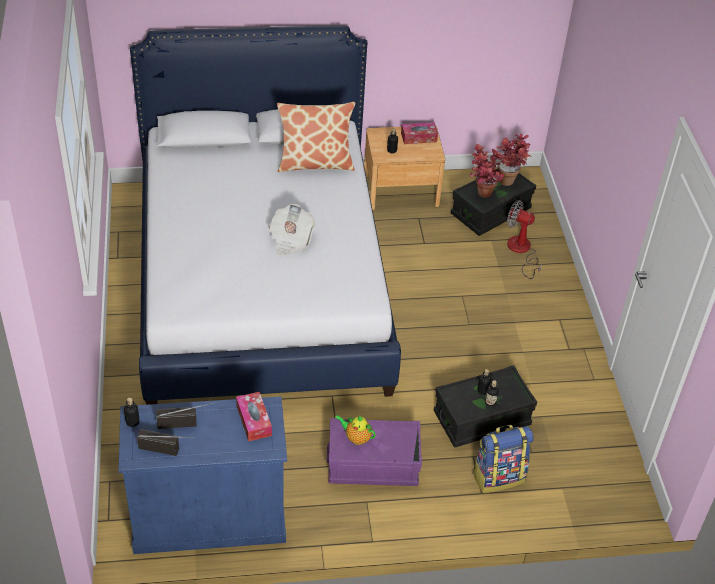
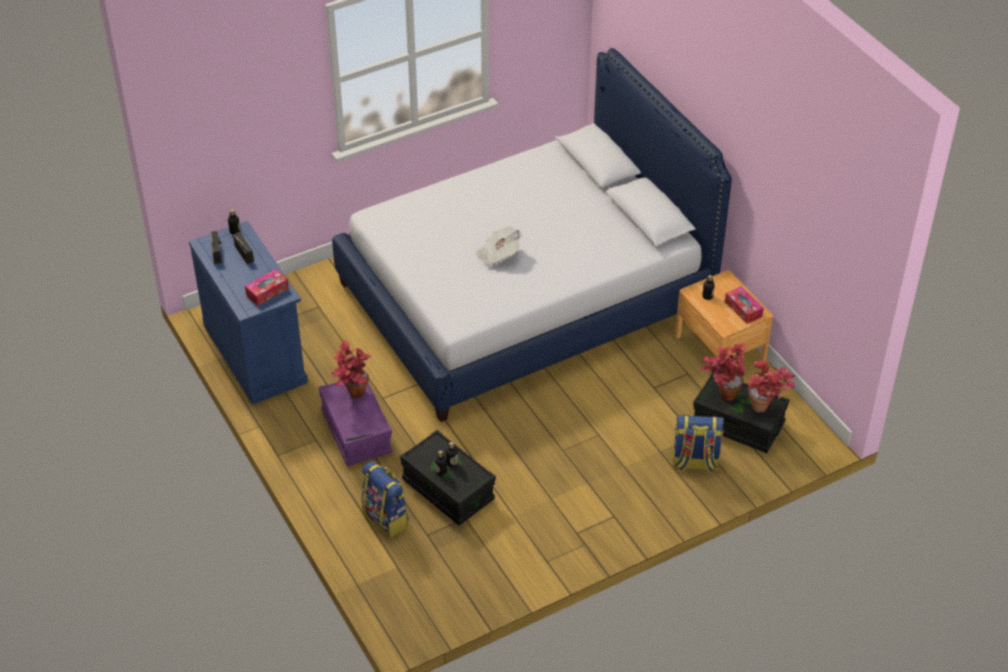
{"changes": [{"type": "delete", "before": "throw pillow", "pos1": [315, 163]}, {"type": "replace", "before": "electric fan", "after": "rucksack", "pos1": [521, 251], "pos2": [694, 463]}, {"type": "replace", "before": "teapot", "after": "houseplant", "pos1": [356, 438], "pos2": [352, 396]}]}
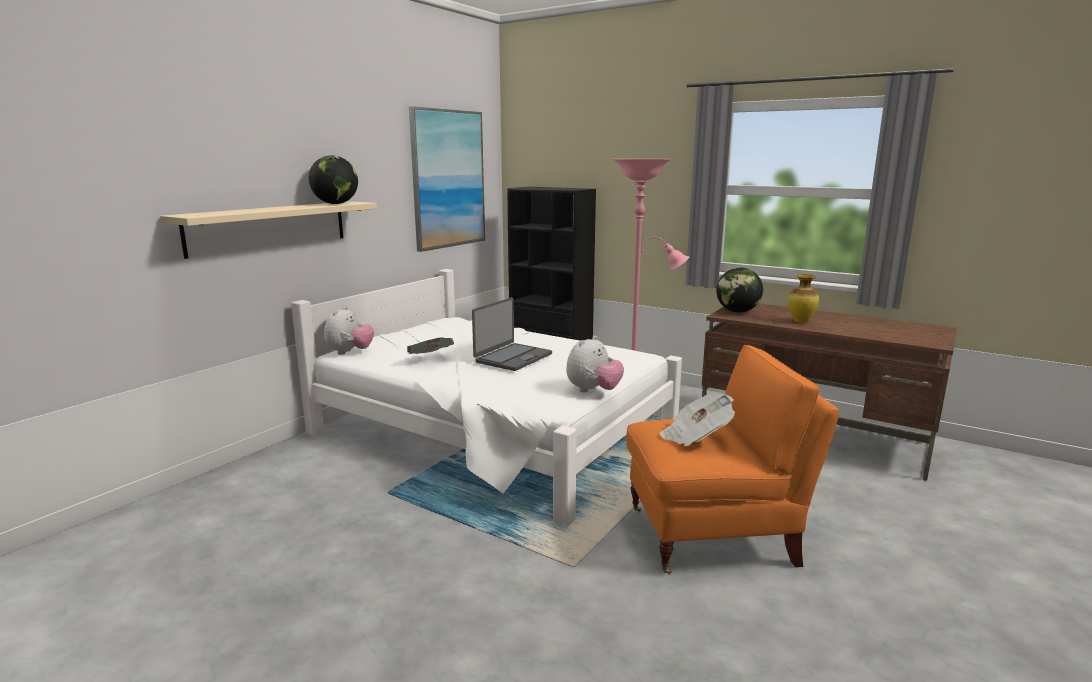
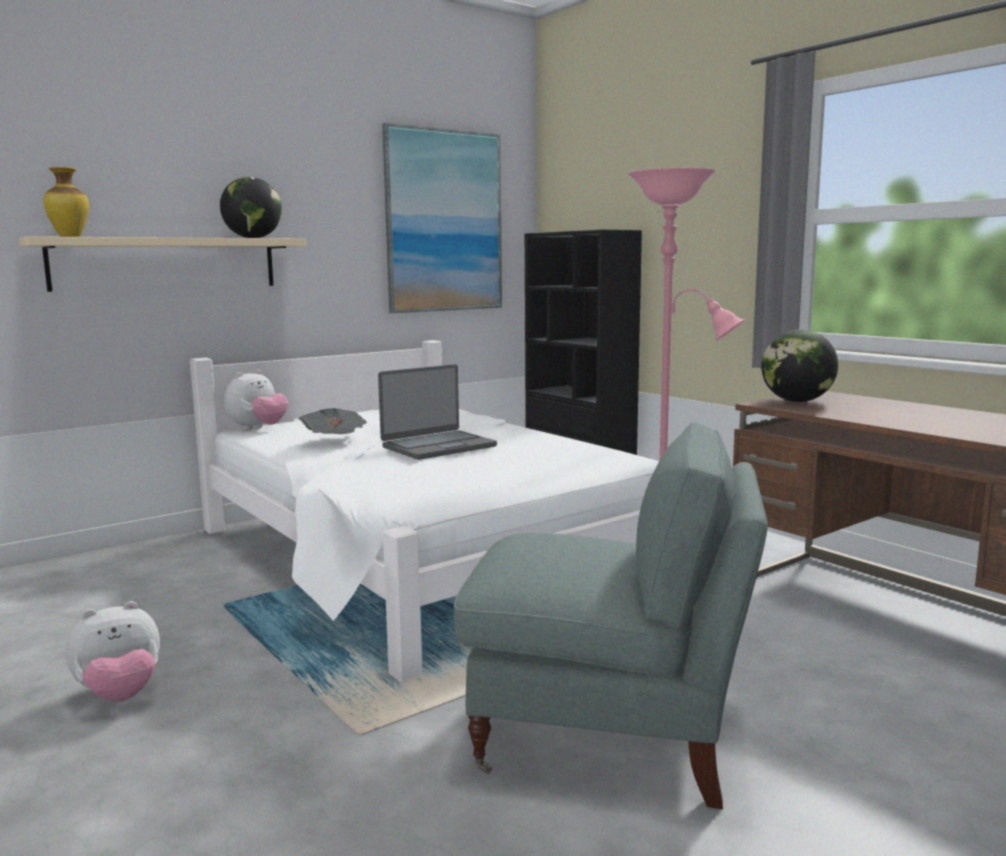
{"changes": [{"type": "move", "before": "vase", "pos1": [800, 322], "pos2": [69, 237]}, {"type": "move", "before": "cuddly toy", "pos1": [593, 391], "pos2": [120, 695]}, {"type": "recolor", "before": "orange lounge chair", "after": "greyish lounge chair", "pos1": [713, 536], "pos2": [608, 734]}, {"type": "delete", "before": "newspaper", "pos1": [695, 436]}]}
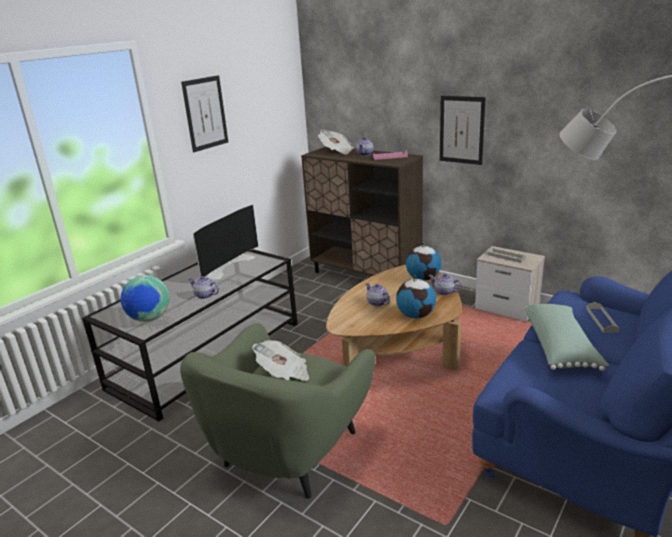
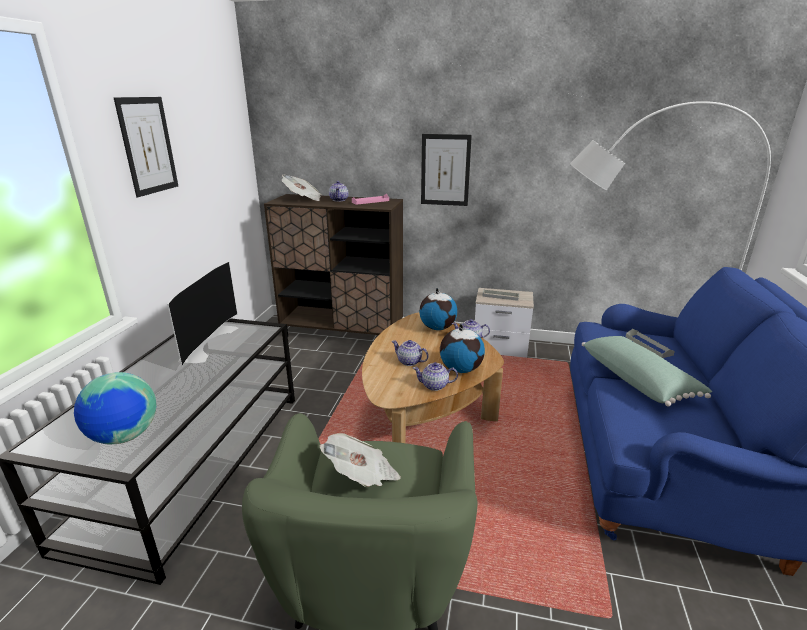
{"changes": [{"type": "move", "before": "teapot", "pos1": [205, 295], "pos2": [435, 385]}]}
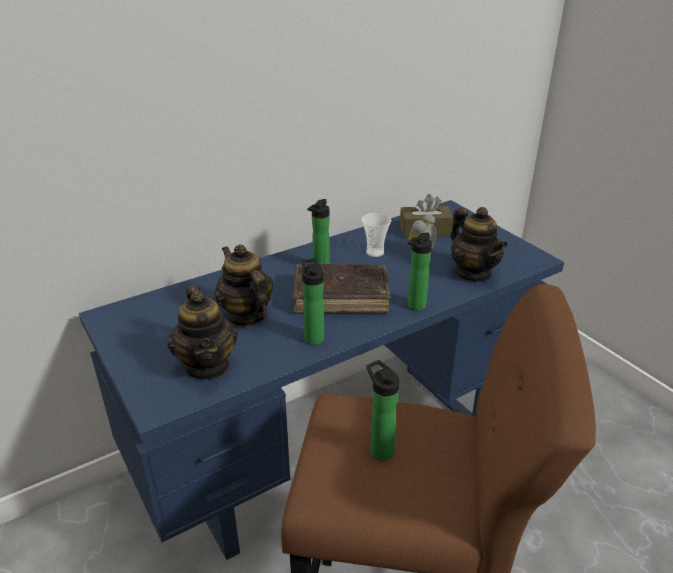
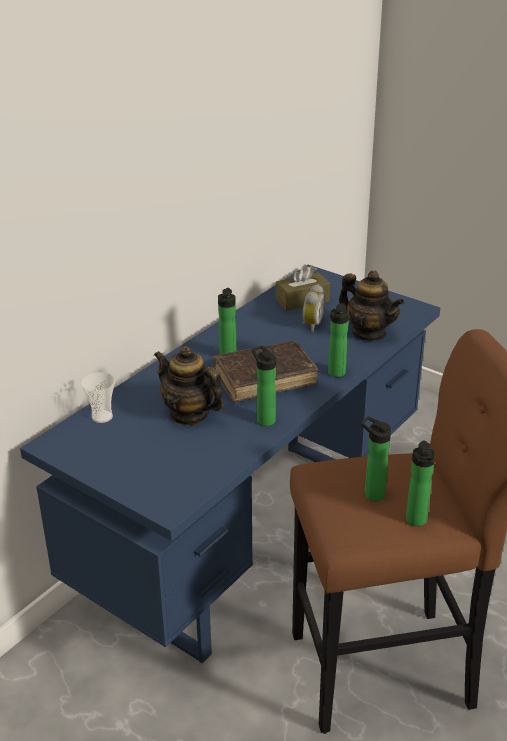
{"changes": [{"type": "move", "before": "drinking cup", "pos1": [375, 252], "pos2": [102, 417]}, {"type": "delete", "before": "teapot", "pos1": [207, 365]}, {"type": "insert", "after": "beverage bottle", "pos2": [416, 522]}]}
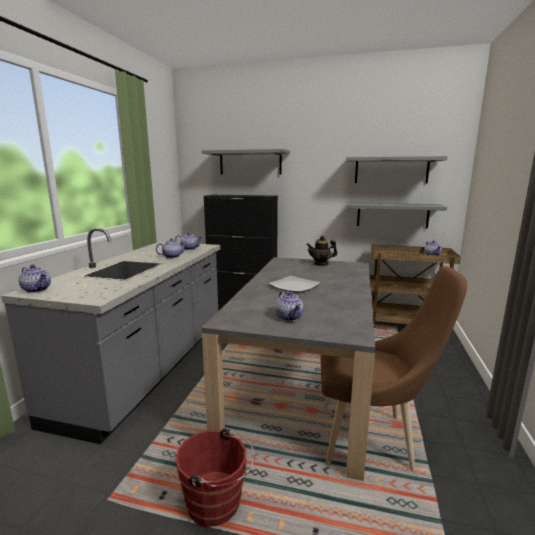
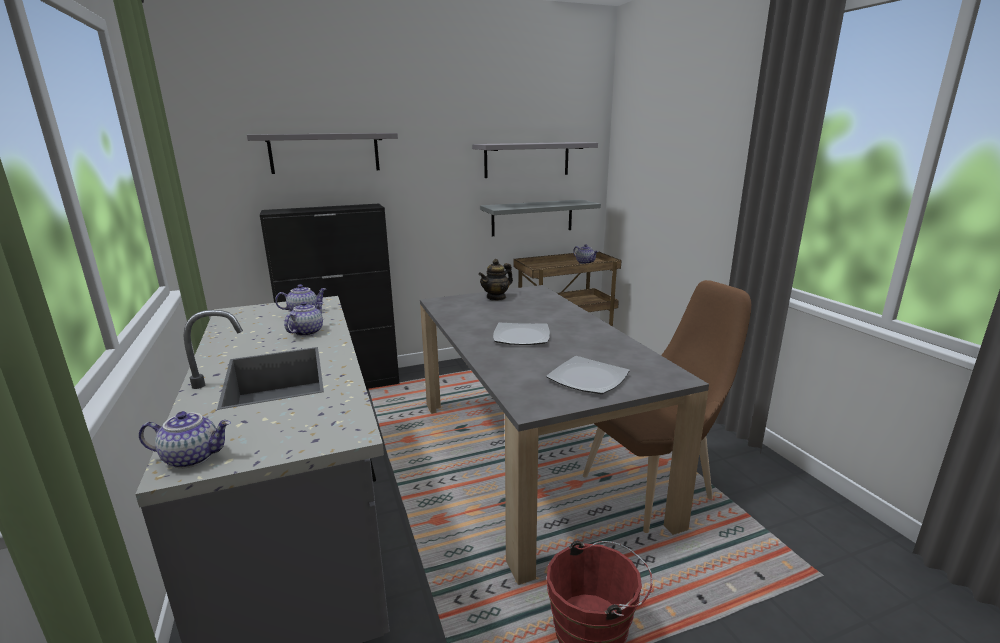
{"changes": [{"type": "replace", "before": "teapot", "after": "flat dish", "pos1": [289, 317], "pos2": [587, 378]}]}
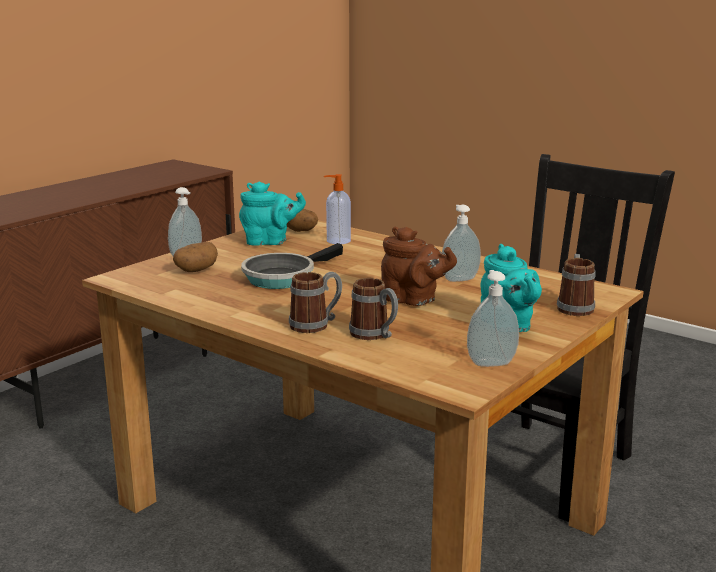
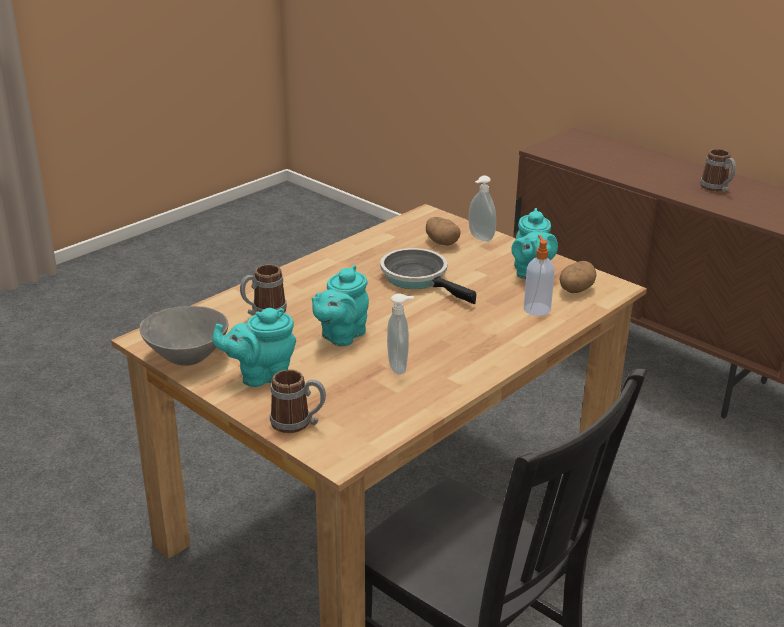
{"changes": [{"type": "recolor", "before": "brown teapot", "after": "turquoise-coloured teapot", "pos1": [413, 300], "pos2": [341, 336]}, {"type": "replace", "before": "soap dispenser", "after": "greyish serving bowl", "pos1": [490, 362], "pos2": [186, 356]}, {"type": "move", "before": "tea mug", "pos1": [316, 325], "pos2": [717, 189]}]}
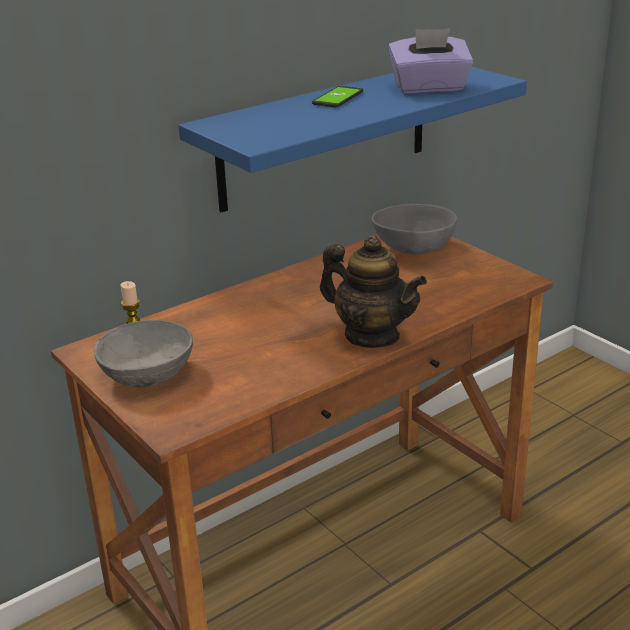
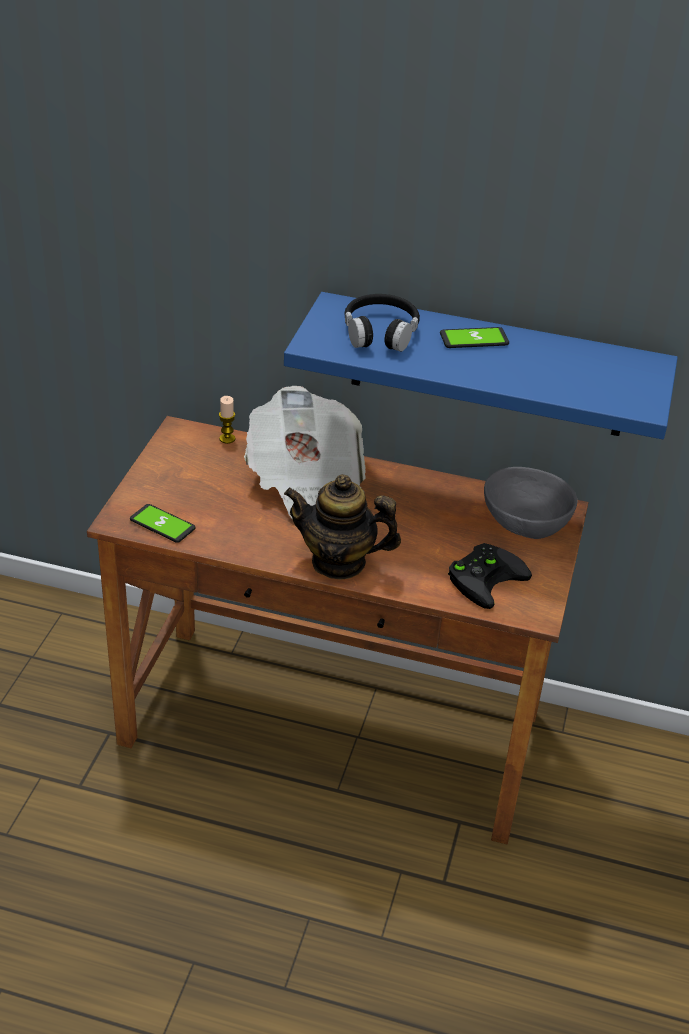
{"changes": [{"type": "delete", "before": "purple-coloured tissue box", "pos1": [429, 88]}, {"type": "rotate", "before": "teapot", "pos1": [372, 336], "pos2": [339, 562], "turn": 105}, {"type": "delete", "before": "greyish serving bowl", "pos1": [149, 374]}, {"type": "insert", "after": "black pair of headphones", "pos2": [380, 332]}, {"type": "insert", "after": "newspaper", "pos2": [305, 483]}, {"type": "insert", "after": "phone", "pos2": [162, 524]}, {"type": "insert", "after": "black gamepad", "pos2": [485, 576]}]}
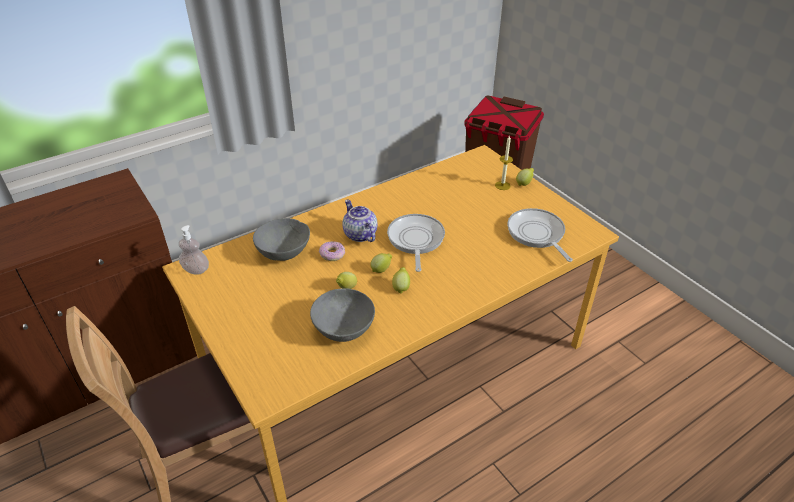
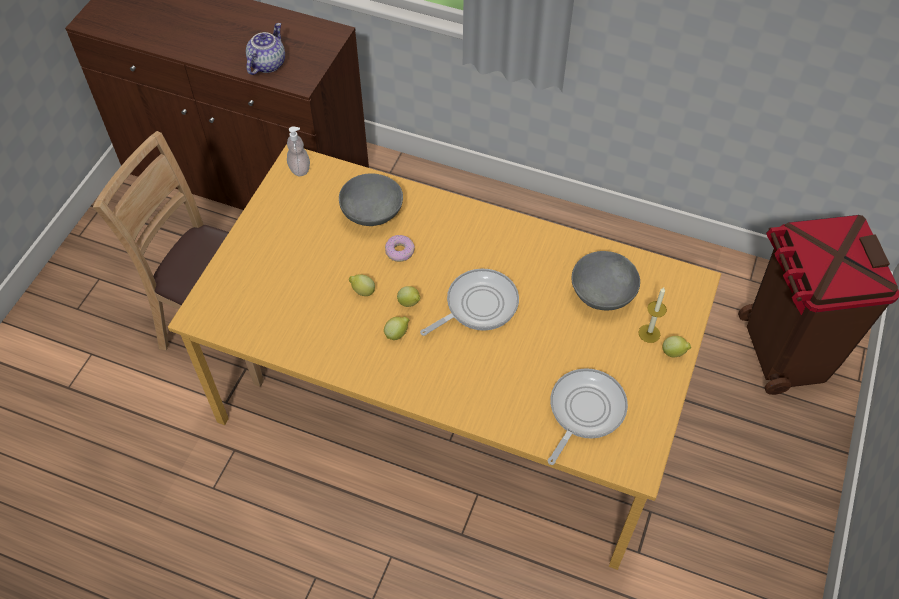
{"changes": [{"type": "move", "before": "teapot", "pos1": [359, 234], "pos2": [267, 64]}, {"type": "move", "before": "greyish serving bowl", "pos1": [344, 329], "pos2": [602, 294]}]}
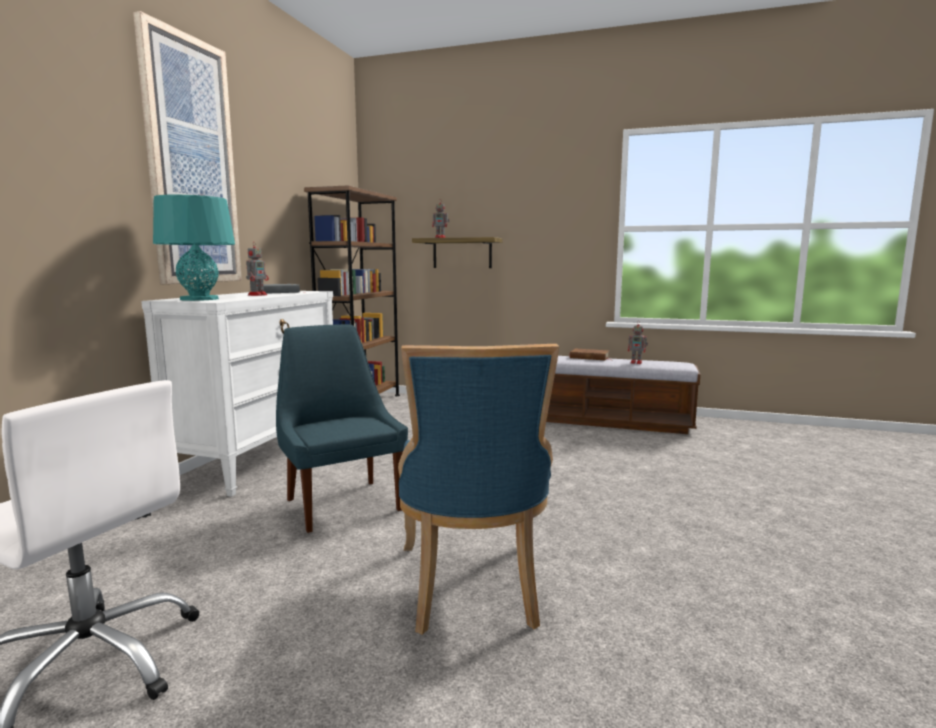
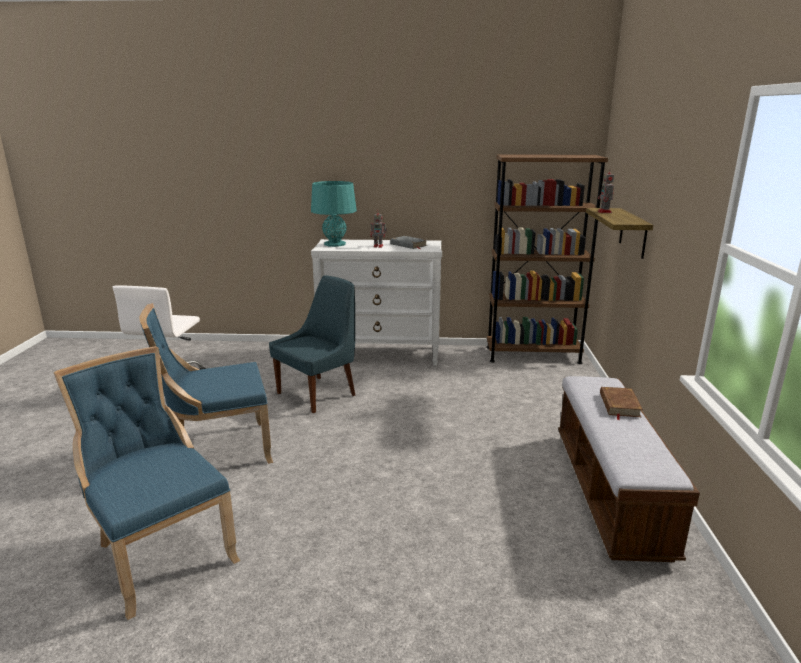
{"changes": [{"type": "delete", "before": "wall picture", "pos1": [190, 162]}, {"type": "delete", "before": "robot figure", "pos1": [637, 362]}, {"type": "insert", "after": "blue-coloured upright chair", "pos2": [161, 553]}]}
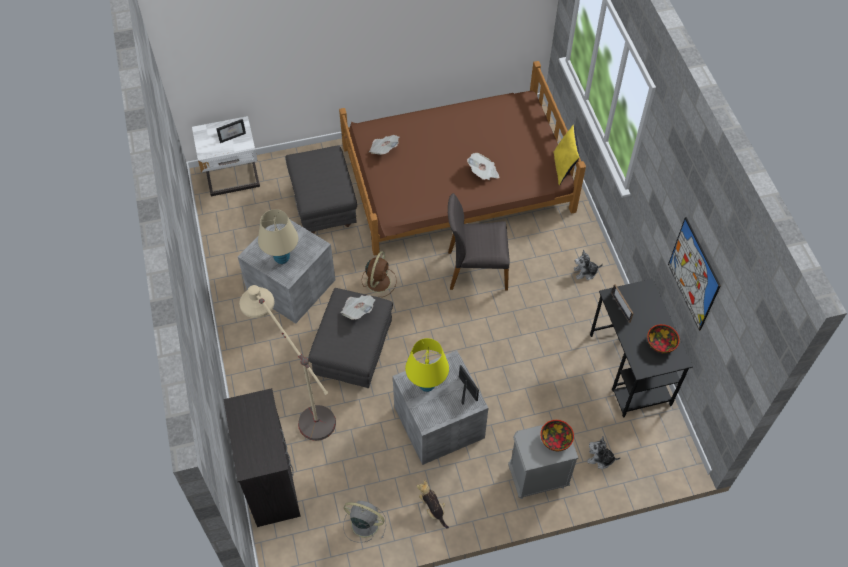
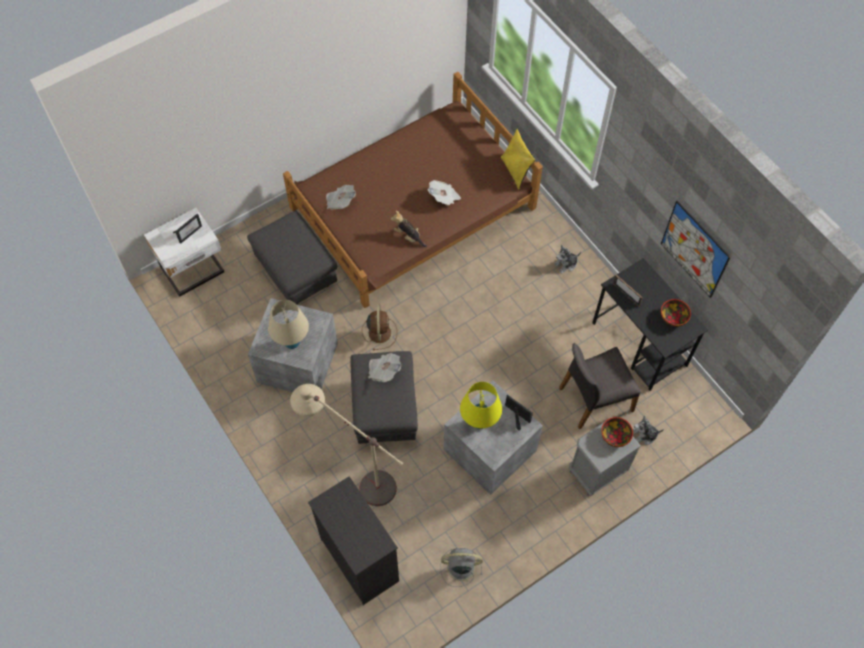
{"changes": [{"type": "move", "before": "greyish upright chair", "pos1": [476, 269], "pos2": [594, 398]}, {"type": "move", "before": "cuddly toy", "pos1": [433, 509], "pos2": [408, 236]}]}
